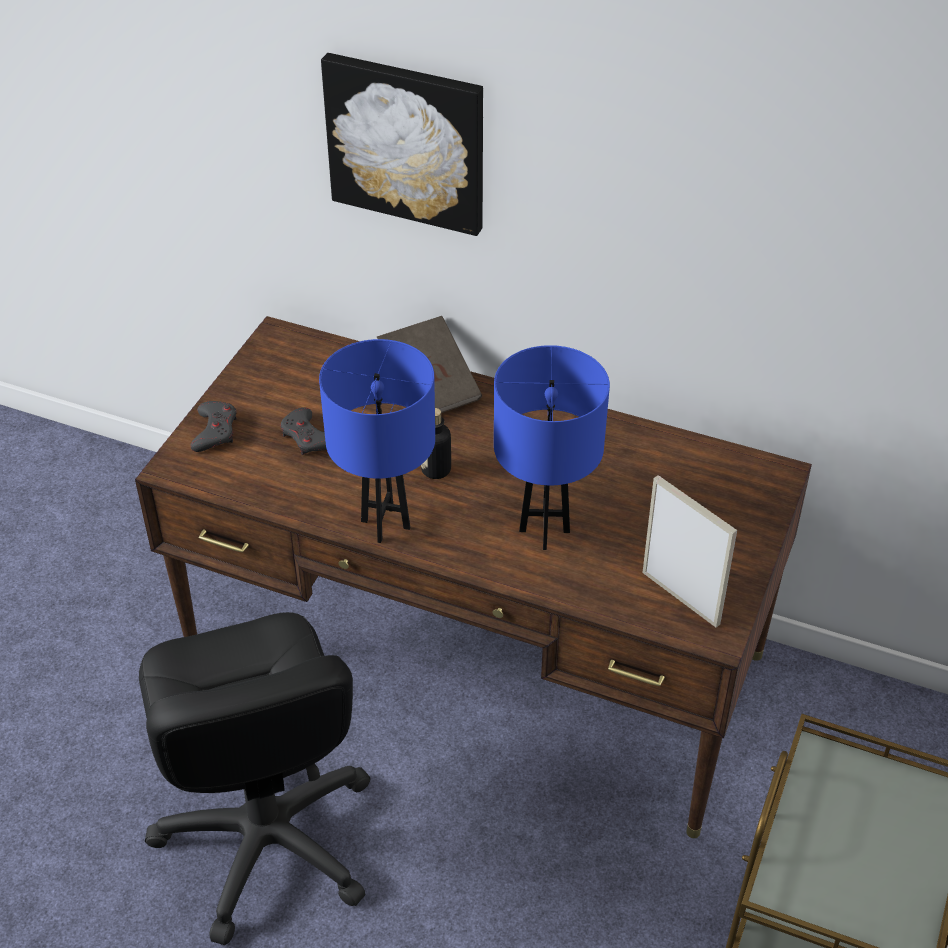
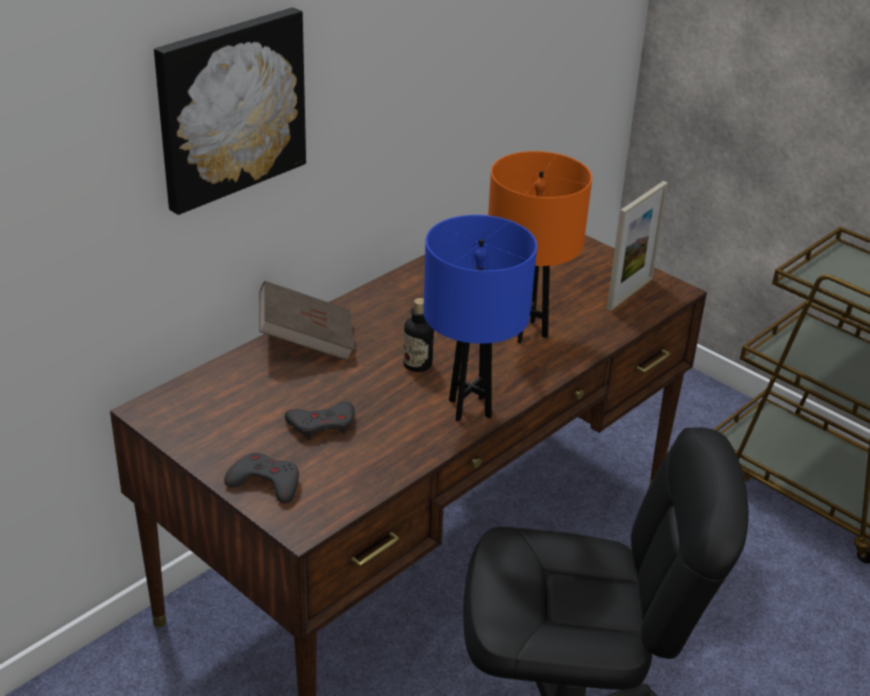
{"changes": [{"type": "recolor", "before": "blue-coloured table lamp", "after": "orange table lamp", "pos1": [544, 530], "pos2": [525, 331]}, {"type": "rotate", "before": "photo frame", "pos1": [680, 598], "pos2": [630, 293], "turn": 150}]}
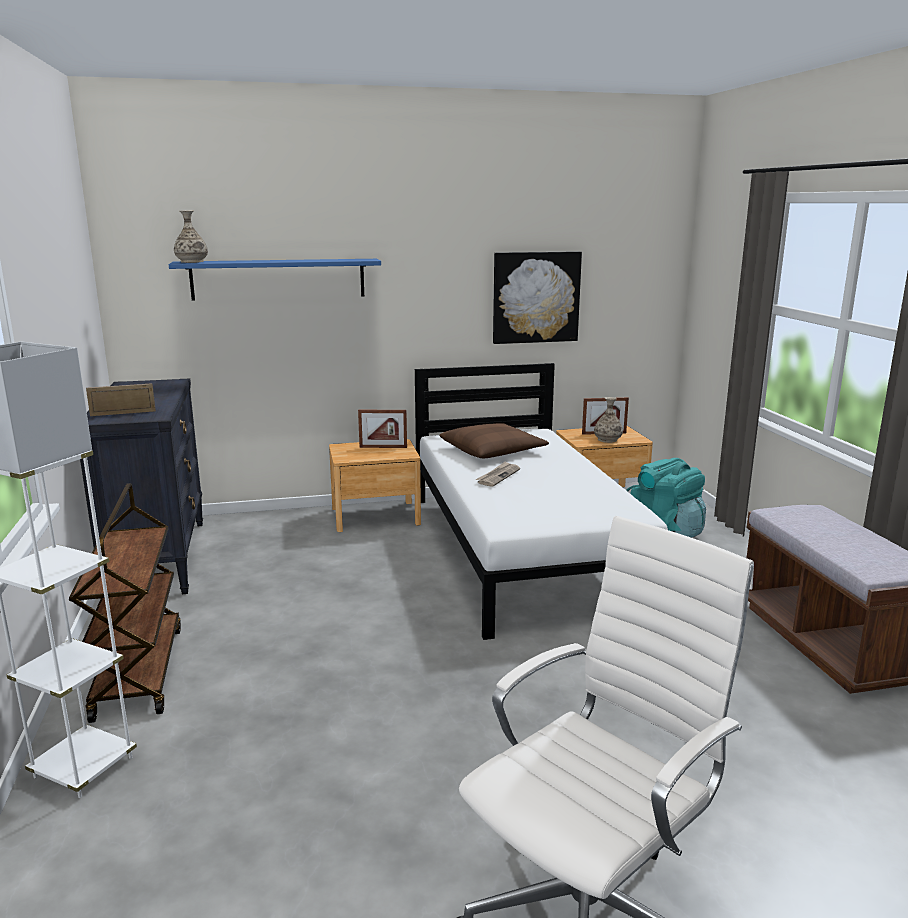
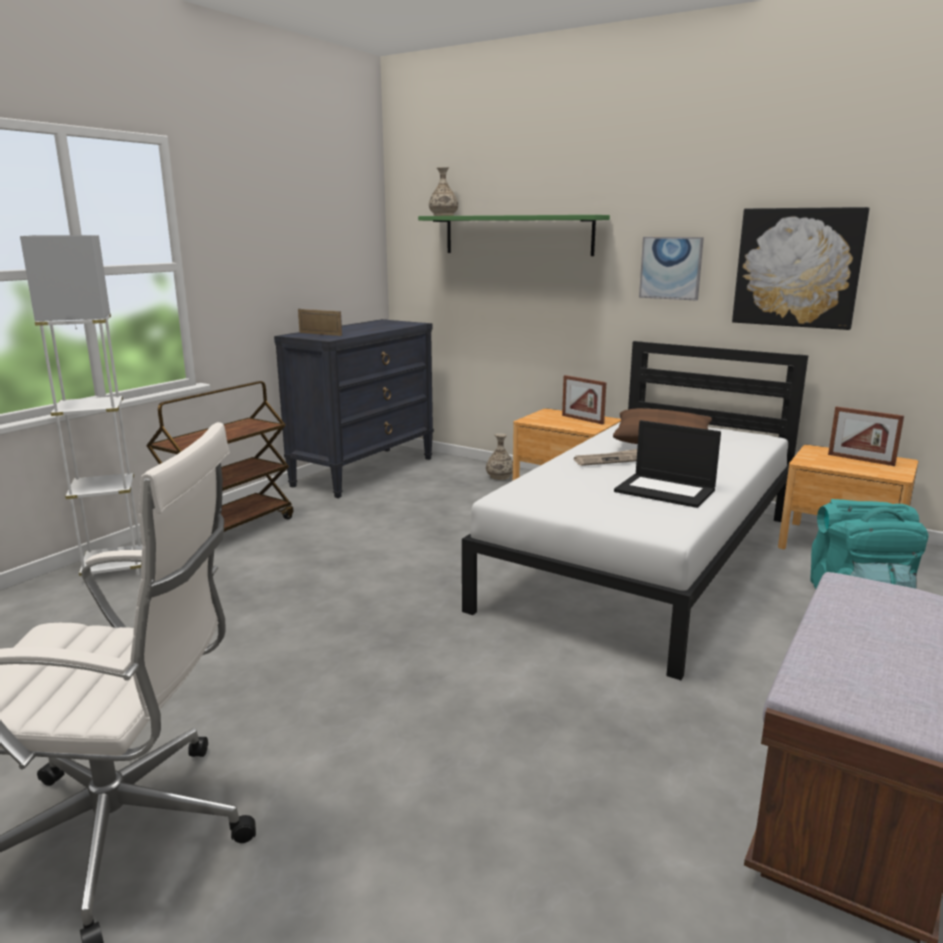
{"changes": [{"type": "recolor", "before": "blue-coloured wall shelf", "after": "greenish wall shelf", "pos1": [278, 279], "pos2": [517, 235]}, {"type": "move", "before": "vase", "pos1": [607, 440], "pos2": [500, 477]}, {"type": "insert", "after": "wall picture", "pos2": [671, 268]}, {"type": "insert", "after": "portable computer", "pos2": [666, 490]}]}
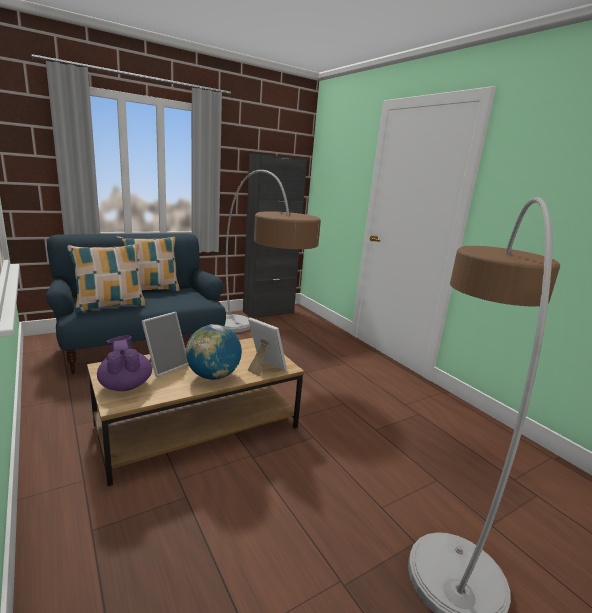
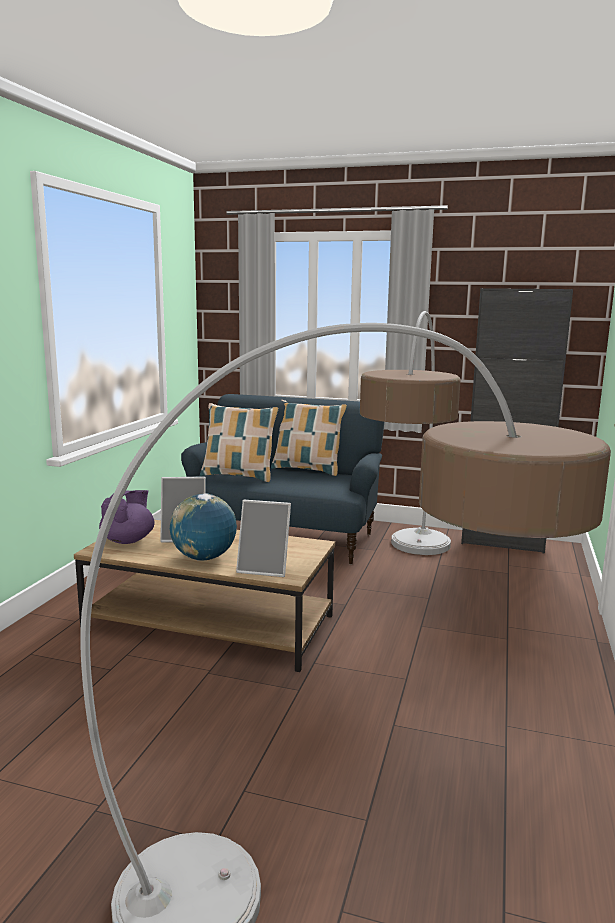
{"changes": [{"type": "rotate", "before": "photo frame", "pos1": [264, 368], "pos2": [265, 568], "turn": 105}]}
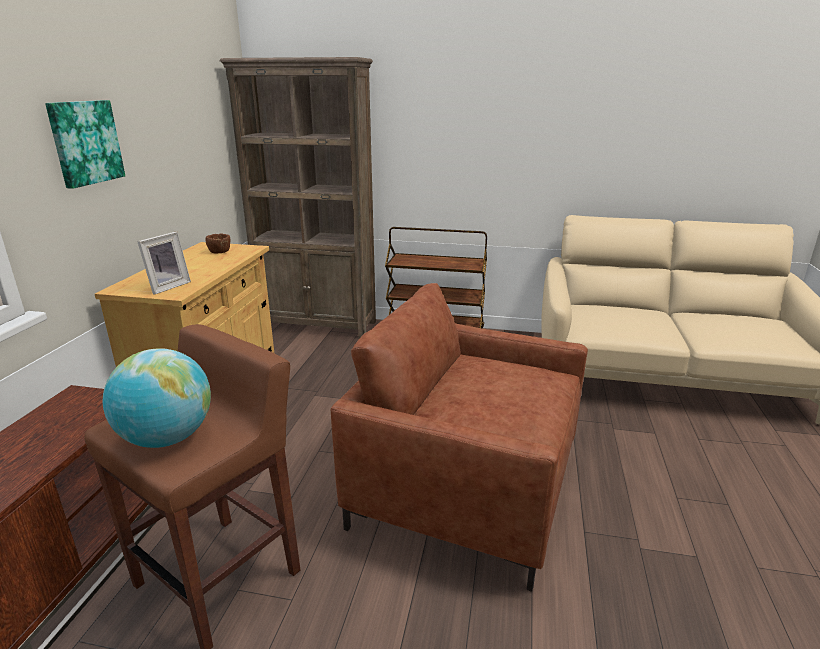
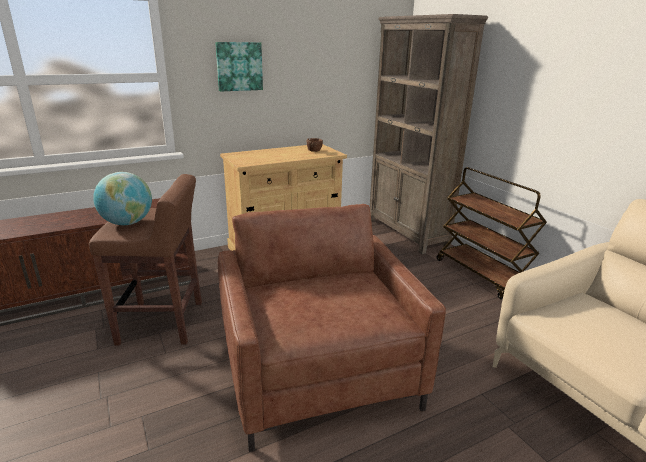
{"changes": [{"type": "delete", "before": "photo frame", "pos1": [167, 286]}]}
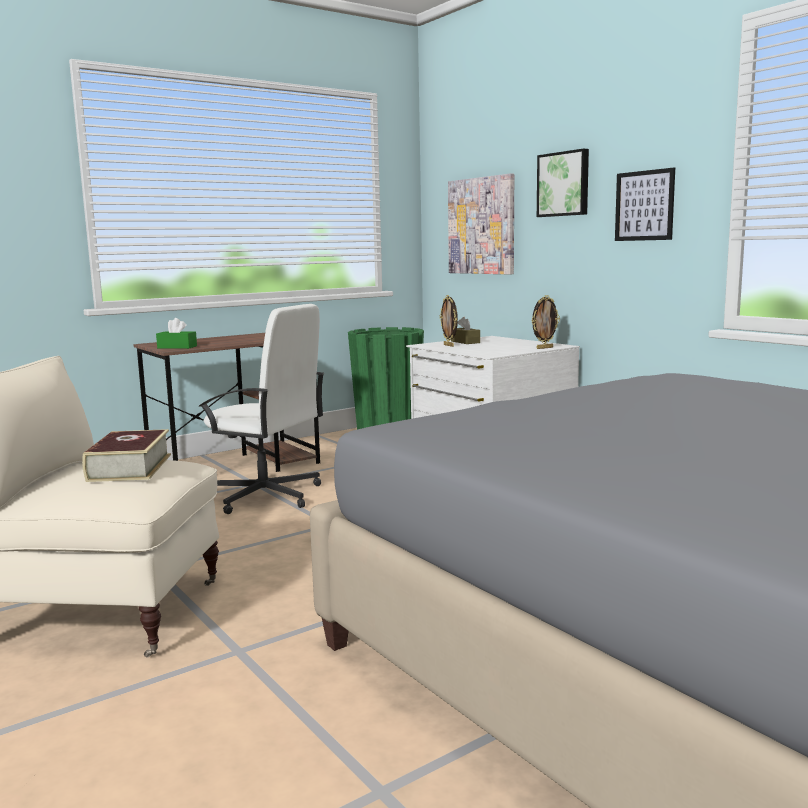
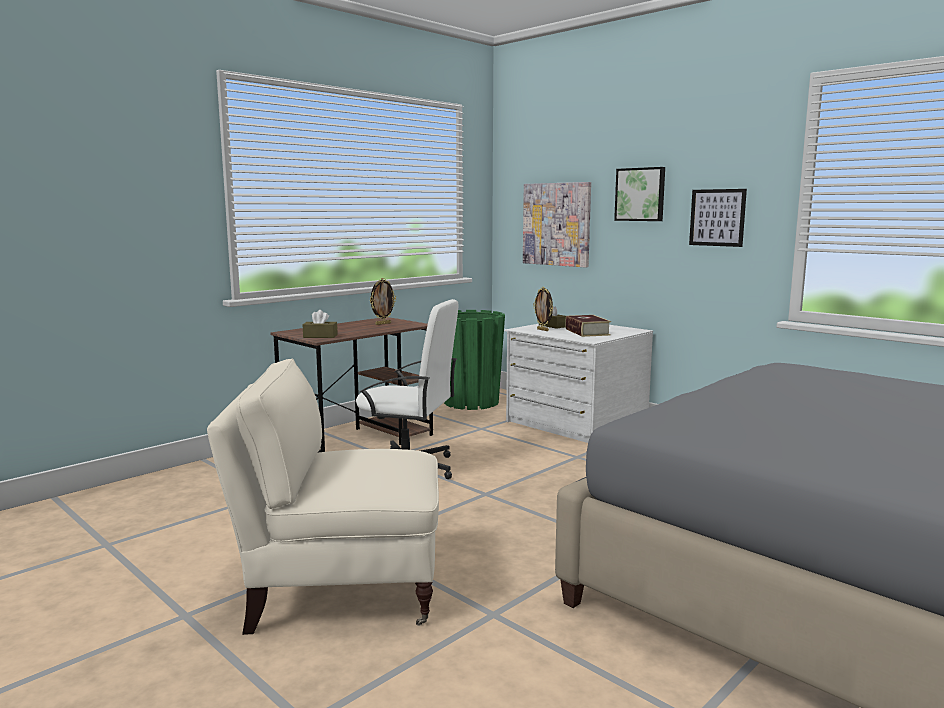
{"changes": [{"type": "move", "before": "photo frame", "pos1": [544, 348], "pos2": [383, 324]}, {"type": "recolor", "before": "greenish tissue box", "after": "brown tissue box", "pos1": [177, 347], "pos2": [320, 336]}, {"type": "move", "before": "bound book", "pos1": [130, 467], "pos2": [587, 332]}]}
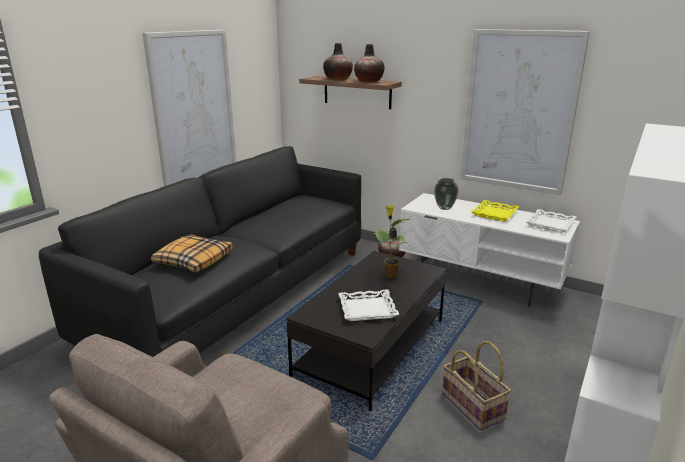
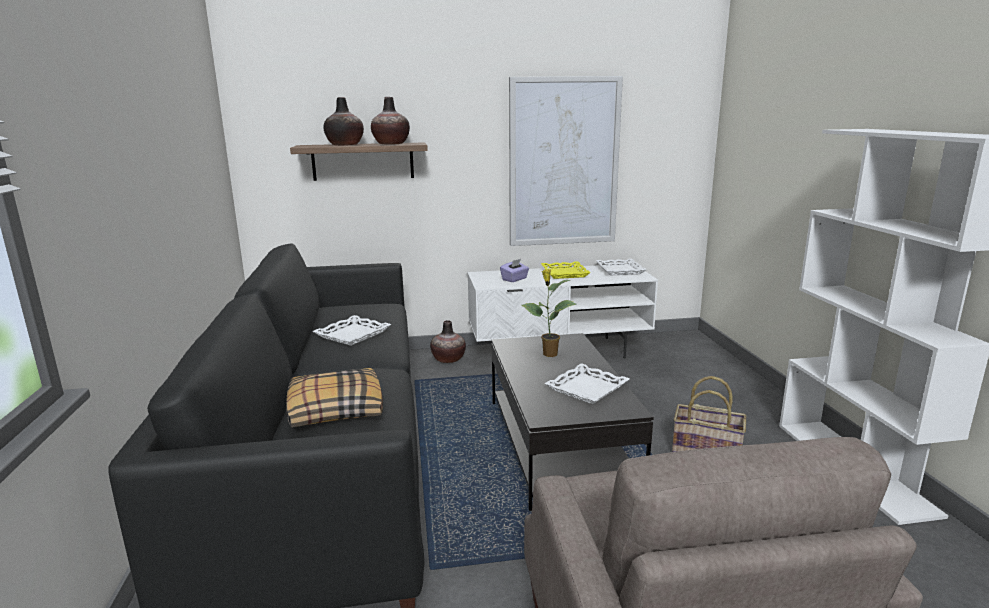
{"changes": [{"type": "delete", "before": "wall picture", "pos1": [194, 109]}, {"type": "replace", "before": "vase", "after": "purple-coloured tissue box", "pos1": [445, 208], "pos2": [514, 279]}, {"type": "insert", "after": "whitish tray", "pos2": [352, 334]}]}
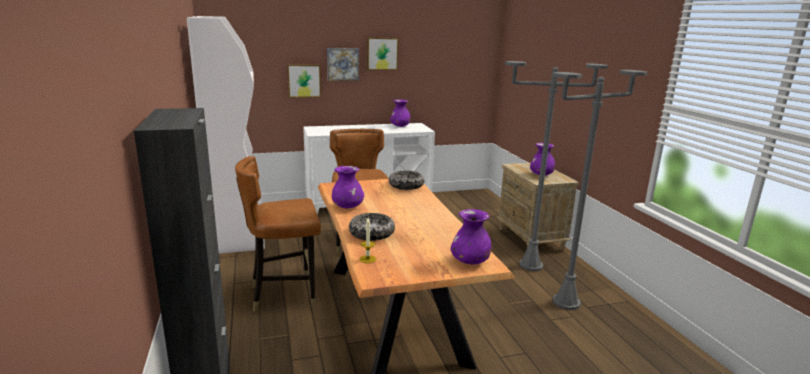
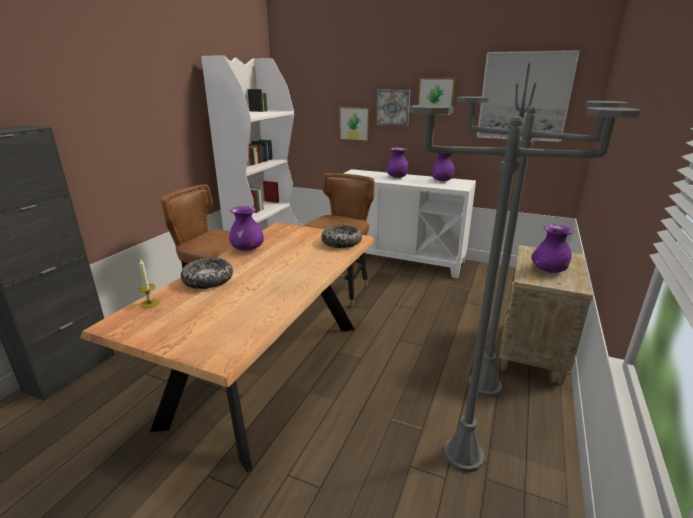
{"changes": [{"type": "move", "before": "purple-coloured vase", "pos1": [470, 261], "pos2": [397, 177]}, {"type": "insert", "after": "wall picture", "pos2": [524, 97]}]}
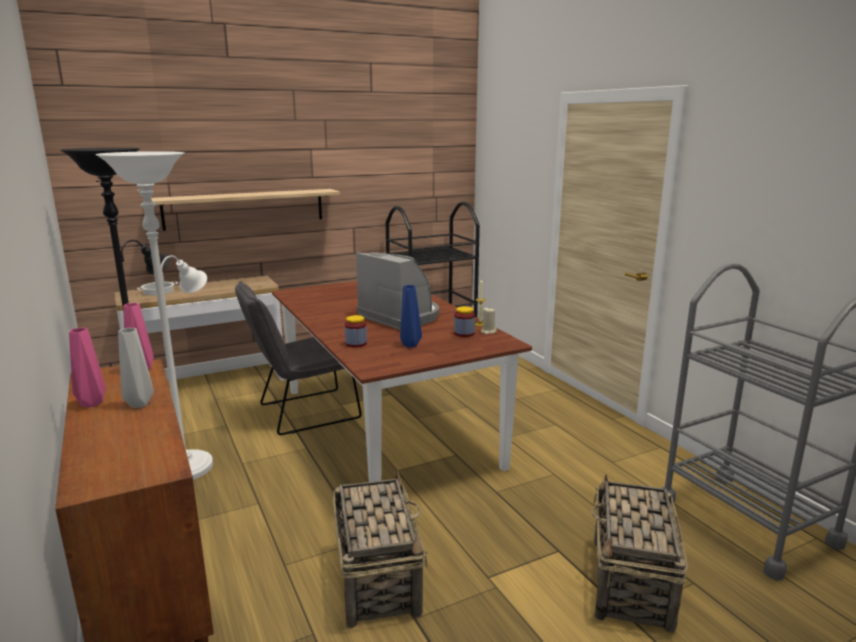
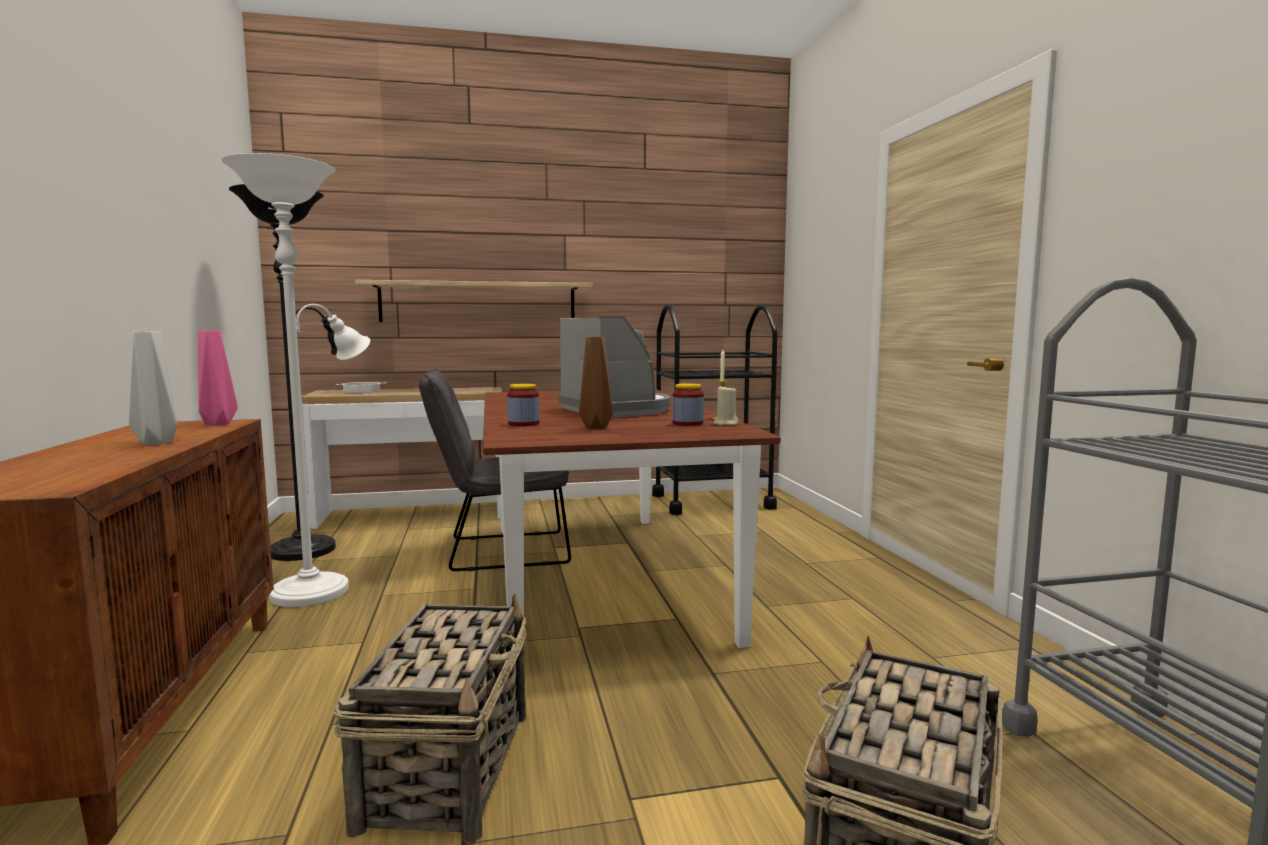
{"changes": [{"type": "recolor", "before": "blue-coloured vase", "after": "brown vase", "pos1": [409, 345], "pos2": [595, 427]}, {"type": "delete", "before": "pink-coloured vase", "pos1": [91, 404]}]}
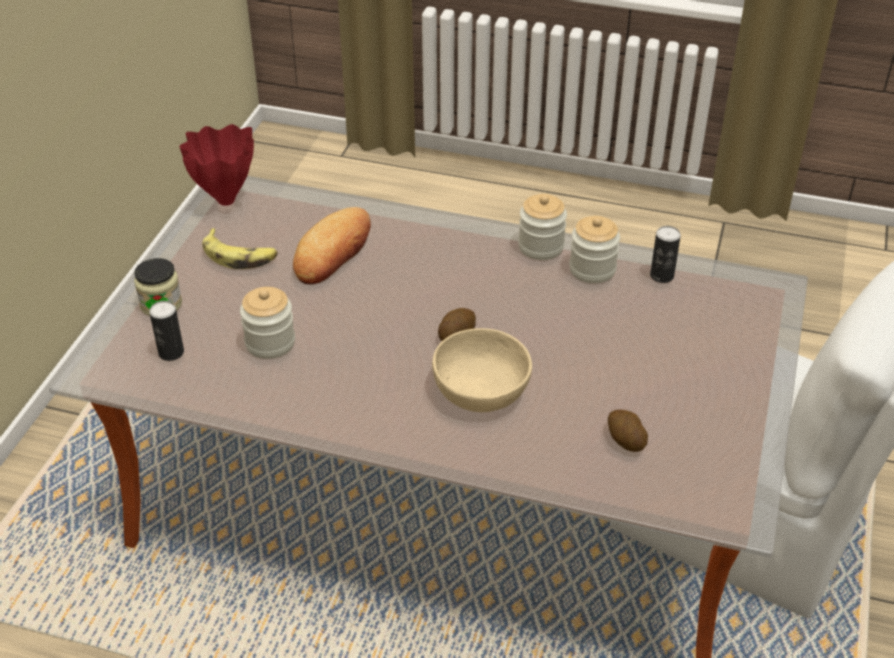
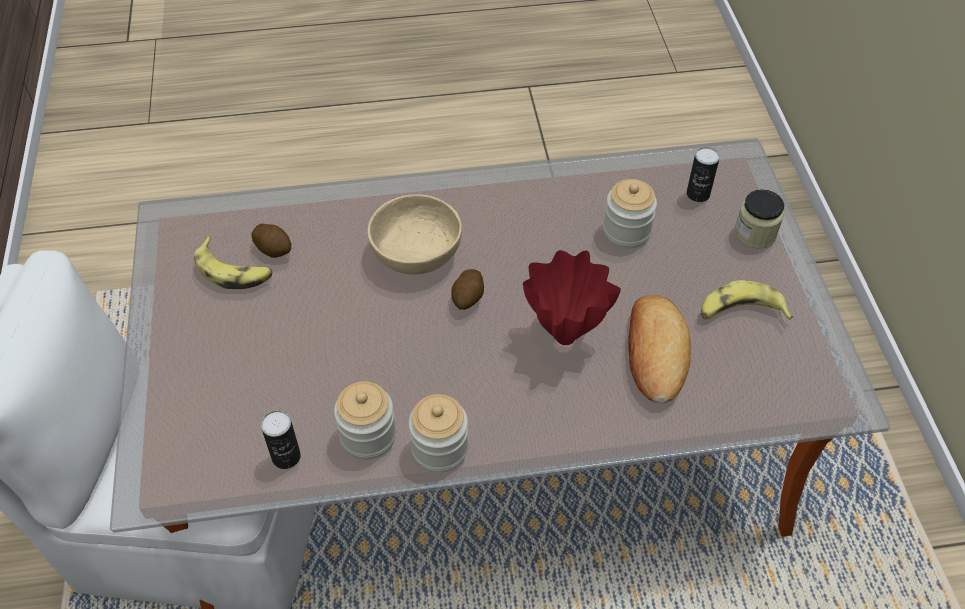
{"changes": [{"type": "move", "before": "red vase", "pos1": [225, 201], "pos2": [566, 335]}, {"type": "insert", "after": "banana fruit", "pos2": [234, 271]}]}
